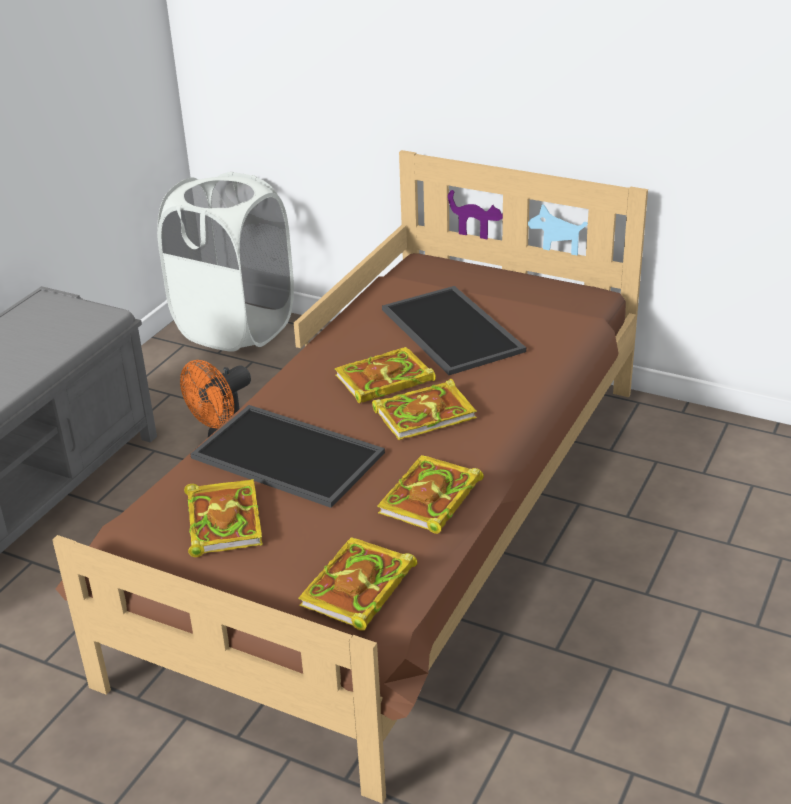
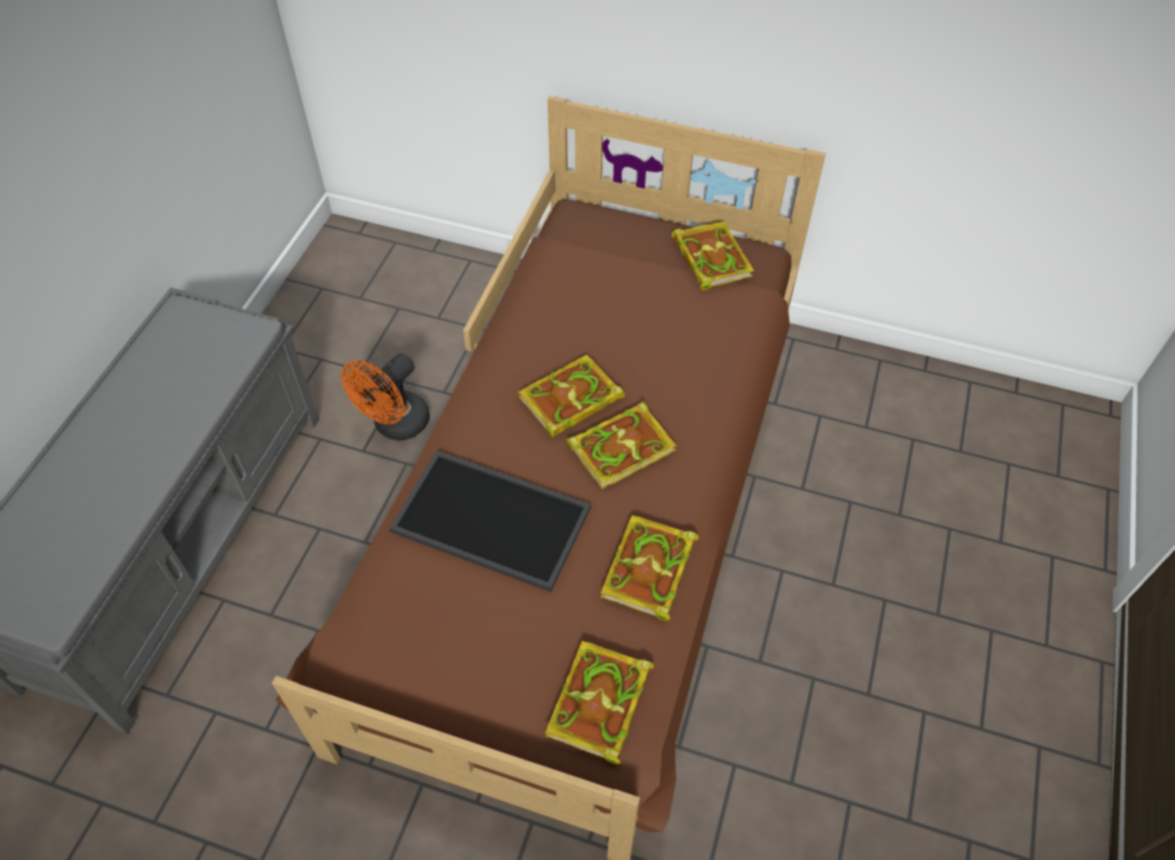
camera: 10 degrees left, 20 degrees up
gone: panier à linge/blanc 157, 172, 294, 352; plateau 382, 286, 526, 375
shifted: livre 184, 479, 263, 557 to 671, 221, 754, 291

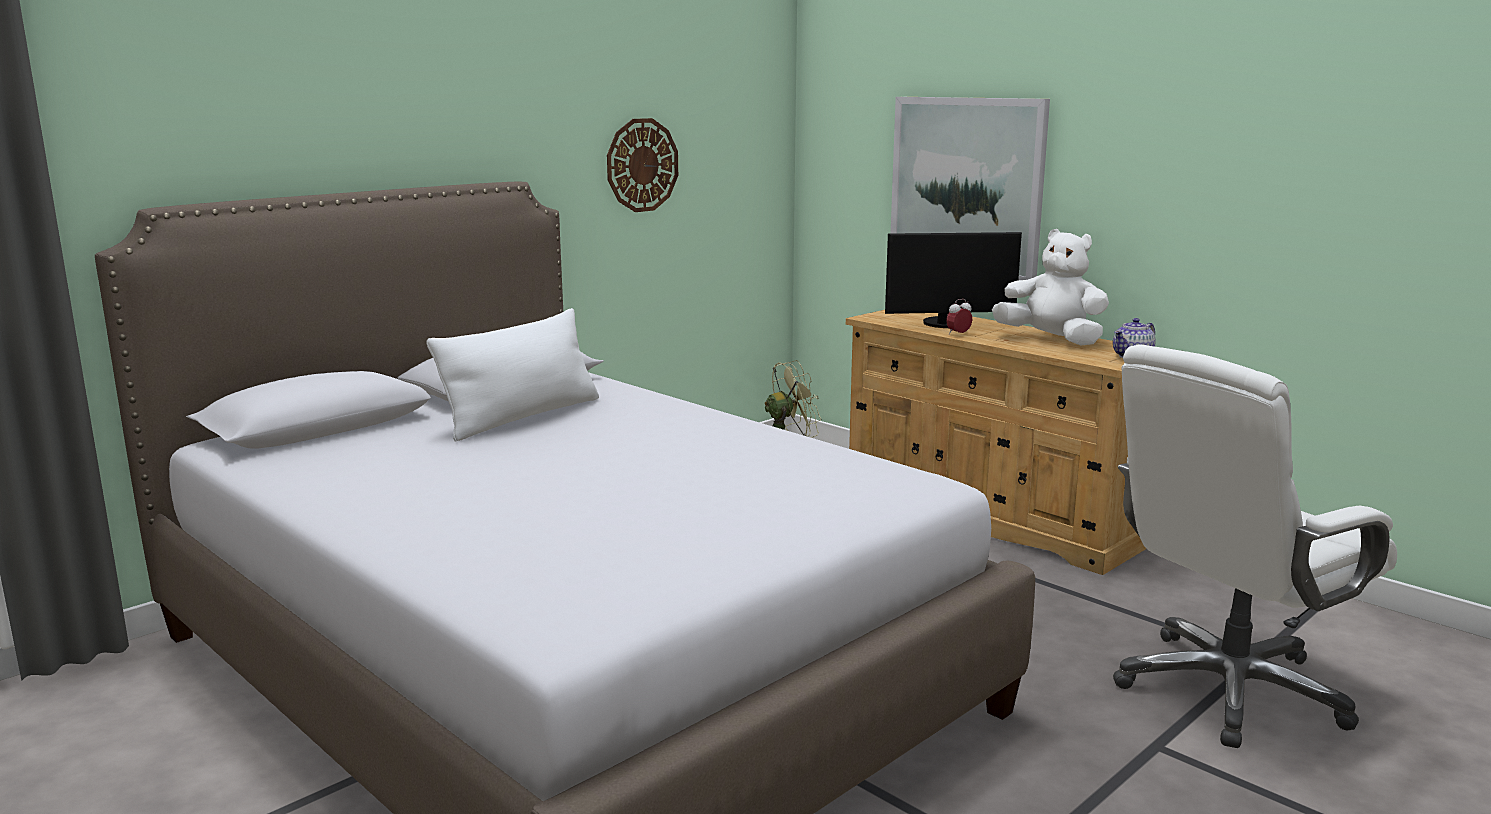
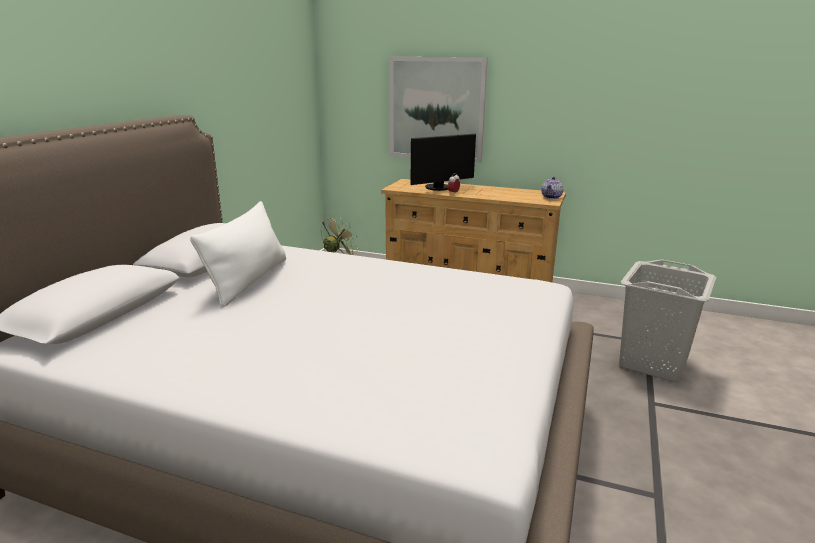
camera: 25 degrees left, 5 degrees up
gone: horloge murale 607, 118, 678, 212; peluche/blanc 992, 229, 1109, 345
swapped: chaise de bureau/blanc 1113, 344, 1397, 748 to panier à linge/gris 619, 259, 717, 382

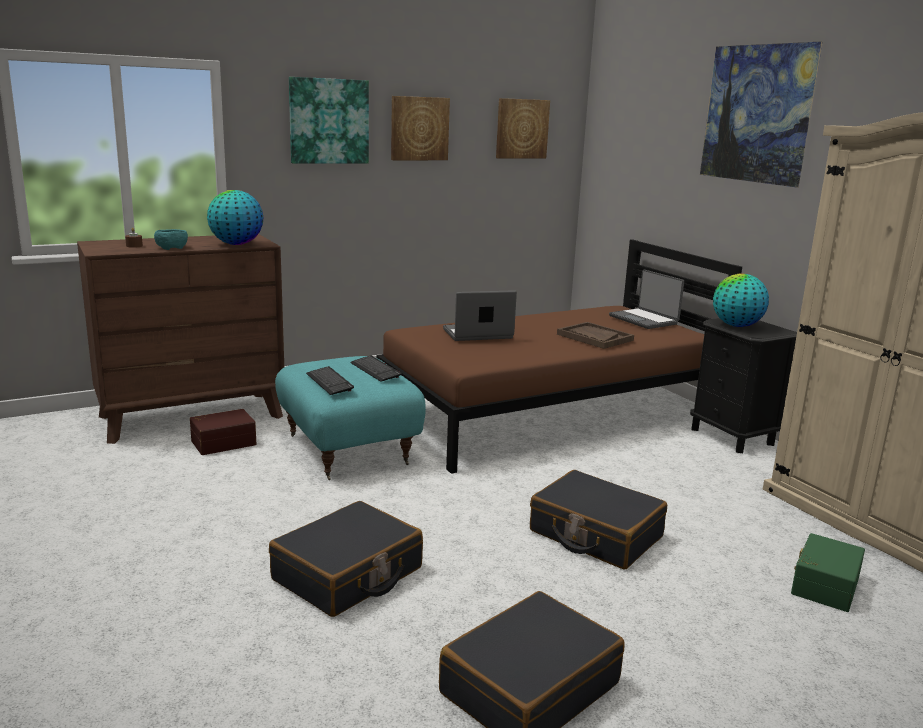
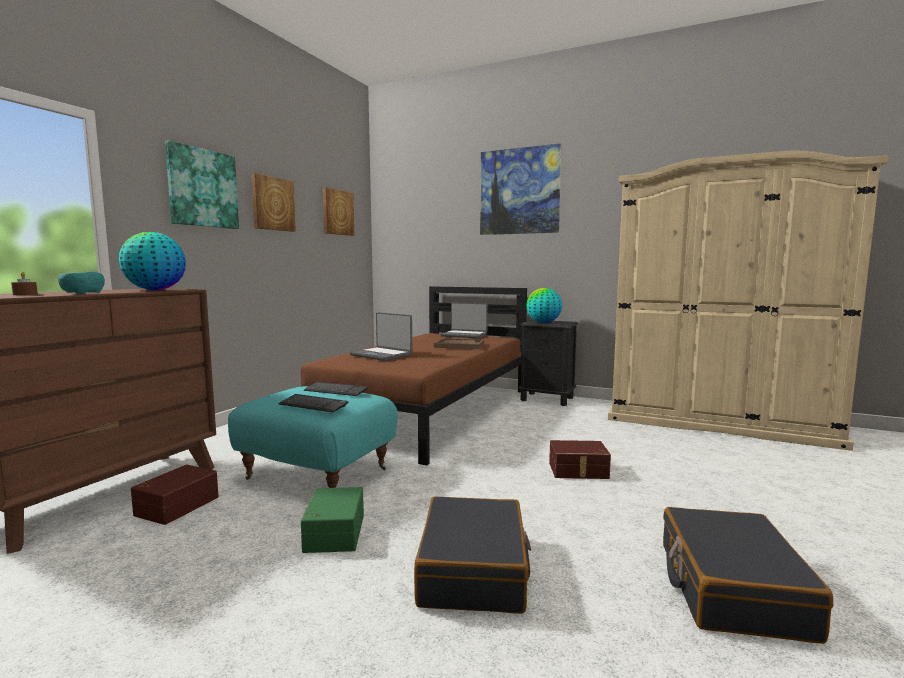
camera: 35 degrees left, 10 degrees down
shifted: boîte de rangement/vert 791, 533, 865, 612 to 301, 487, 364, 553
swapped: valise/noir 530, 470, 667, 569 to boîte de rangement/marron 549, 440, 611, 479
rotated: ordinateur portable 443, 290, 517, 341 = 350, 312, 412, 361 90 degrees counterclockwise

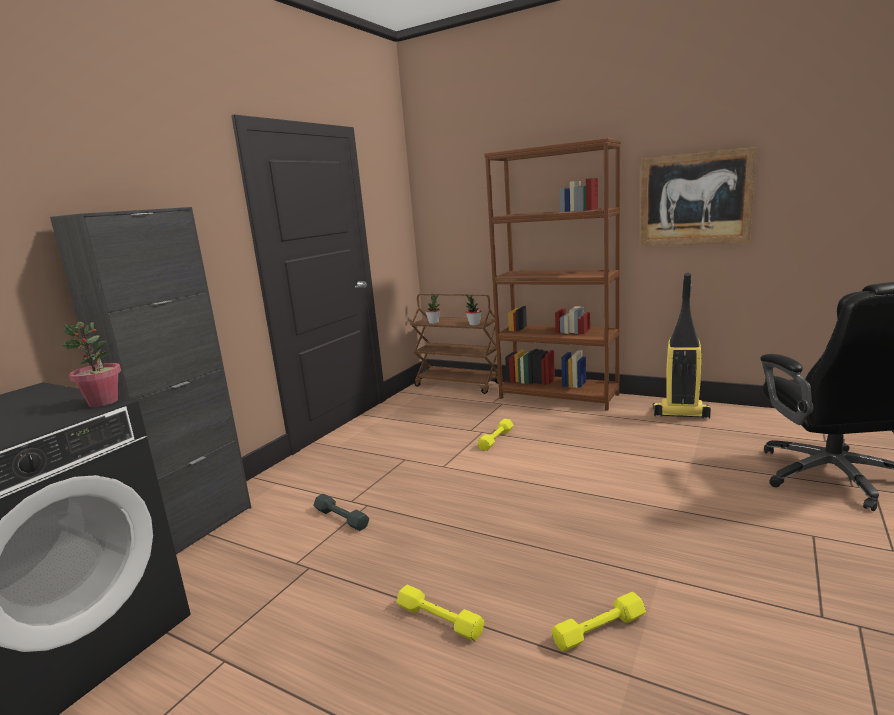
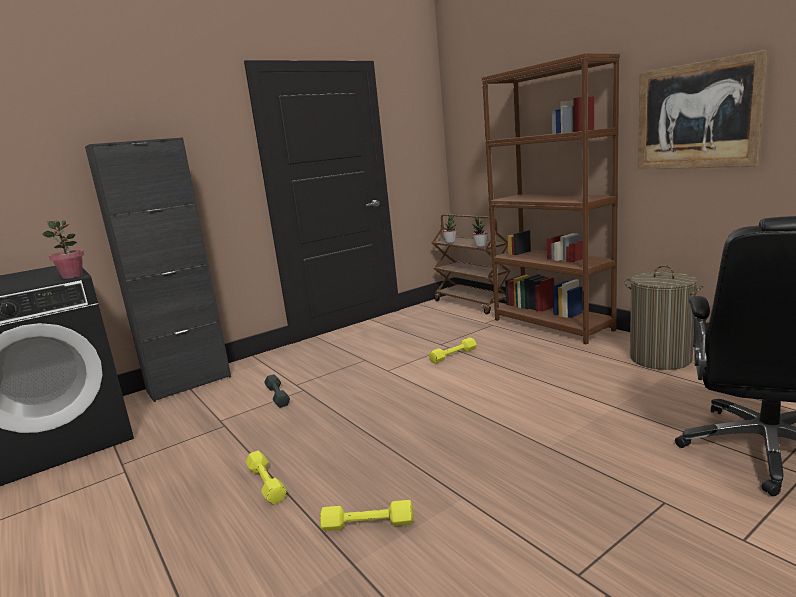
camera: 25 degrees right, 0 degrees up
swapped: aspirateur 653, 273, 711, 419 to panier à linge 624, 265, 704, 370

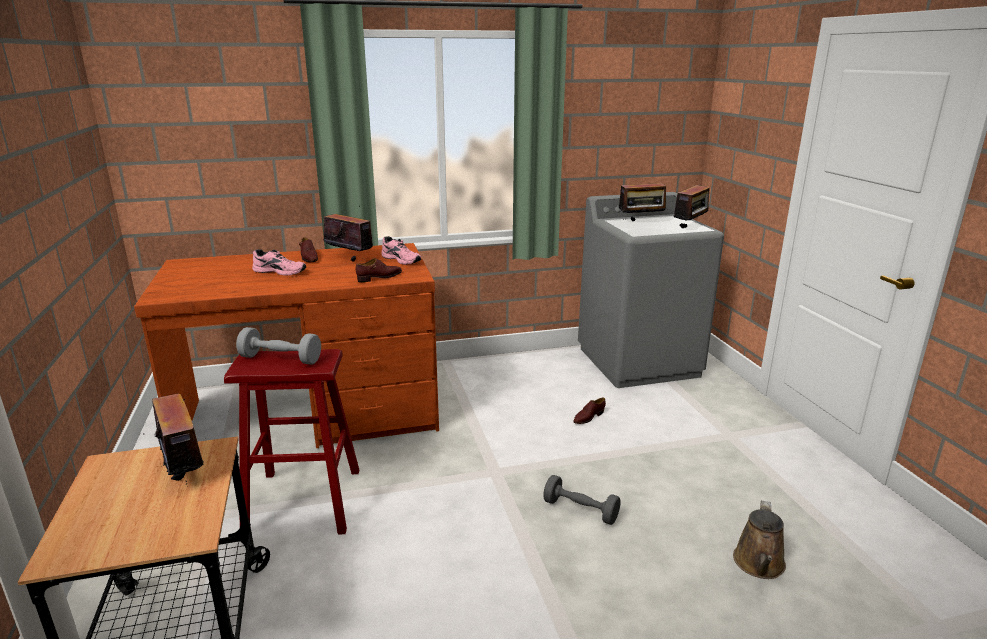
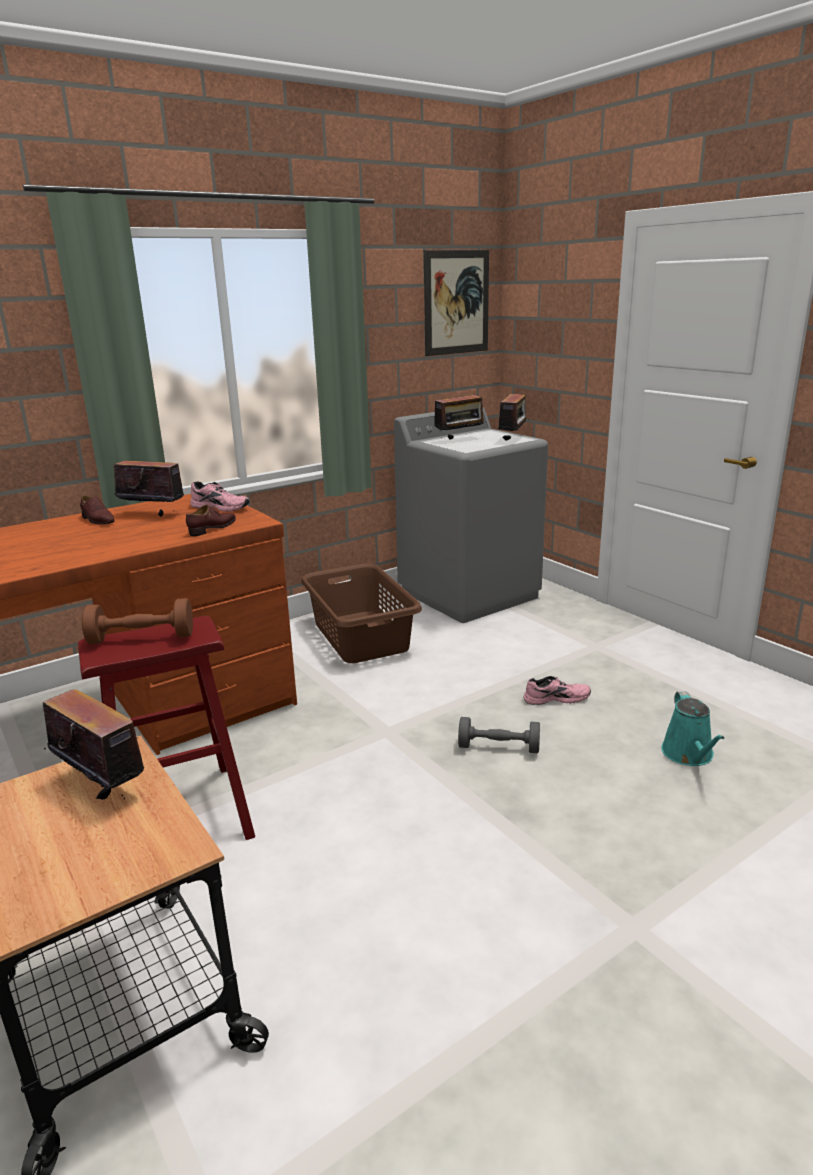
camera: 20 degrees left, 0 degrees up
gone: chaussure/marron 573, 397, 606, 424
new: panier à linge/marron 301, 563, 422, 663; tableau 424, 250, 489, 356
shifted: chaussure/rose 252, 249, 306, 276 to 523, 676, 591, 705
repainted: haltère/gris 236, 327, 321, 365 to haltère/marron 82, 598, 193, 644; arrosoir/marron 733, 500, 786, 579 to arrosoir/turquoise 661, 691, 725, 766

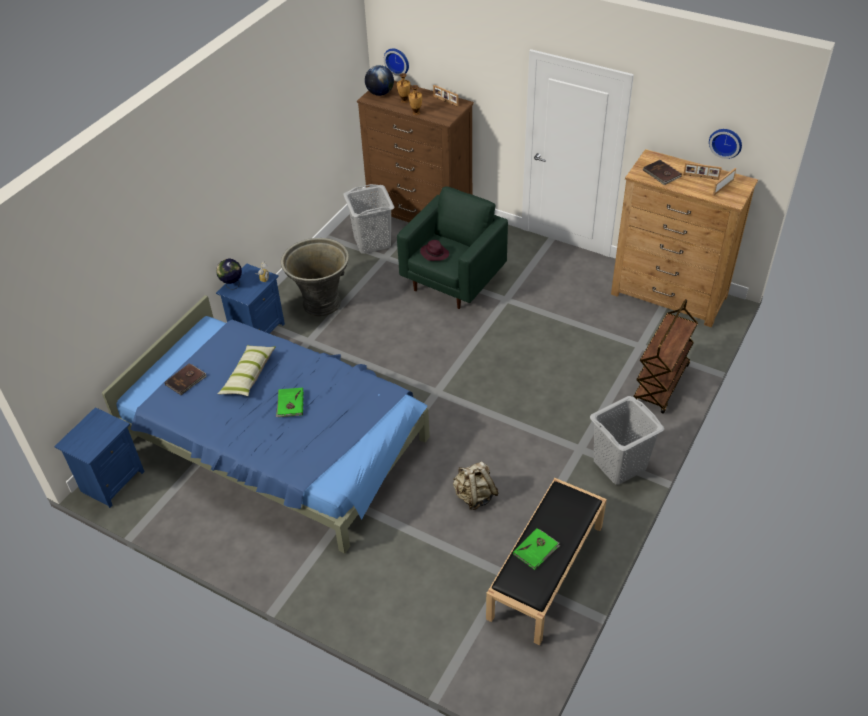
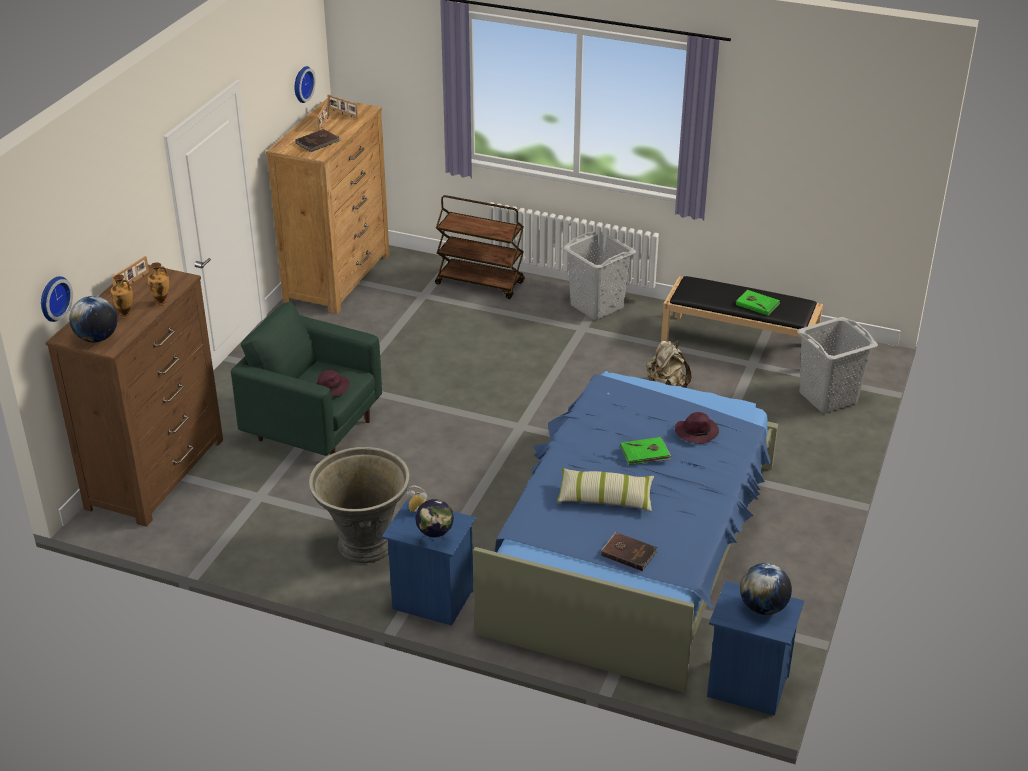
camera: 100 degrees left, 10 degrees down
new: chapeau/violet 675, 412, 719, 444; globe 740, 563, 792, 615
shifted: panier à linge/gris 343, 184, 394, 254 to 797, 317, 878, 413

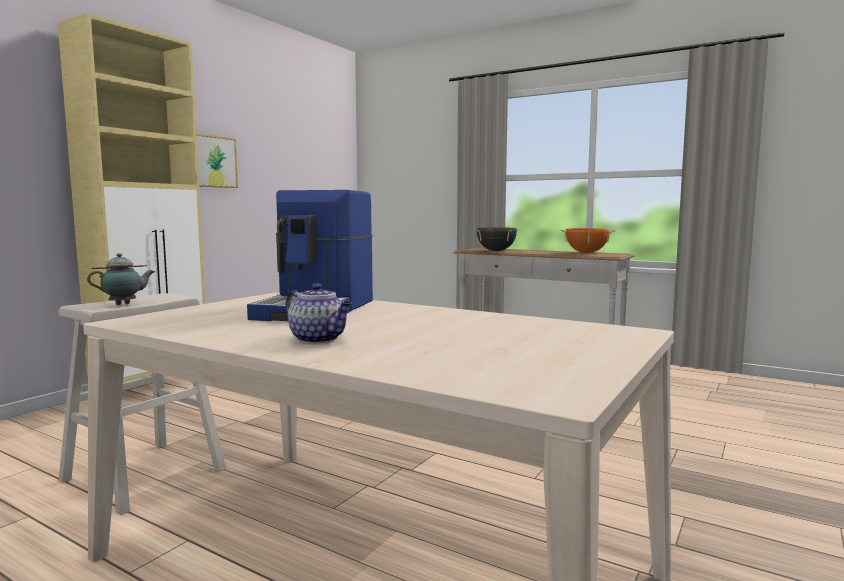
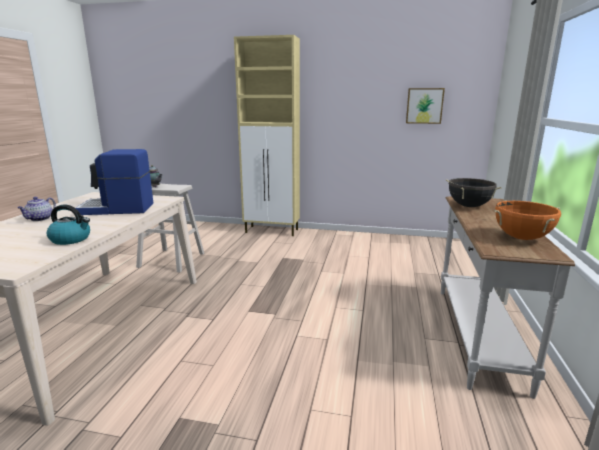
camera: 70 degrees right, 10 degrees up
new: bouilloire 47, 204, 90, 245
shifted: tableau 196, 134, 238, 188 to 406, 88, 445, 124

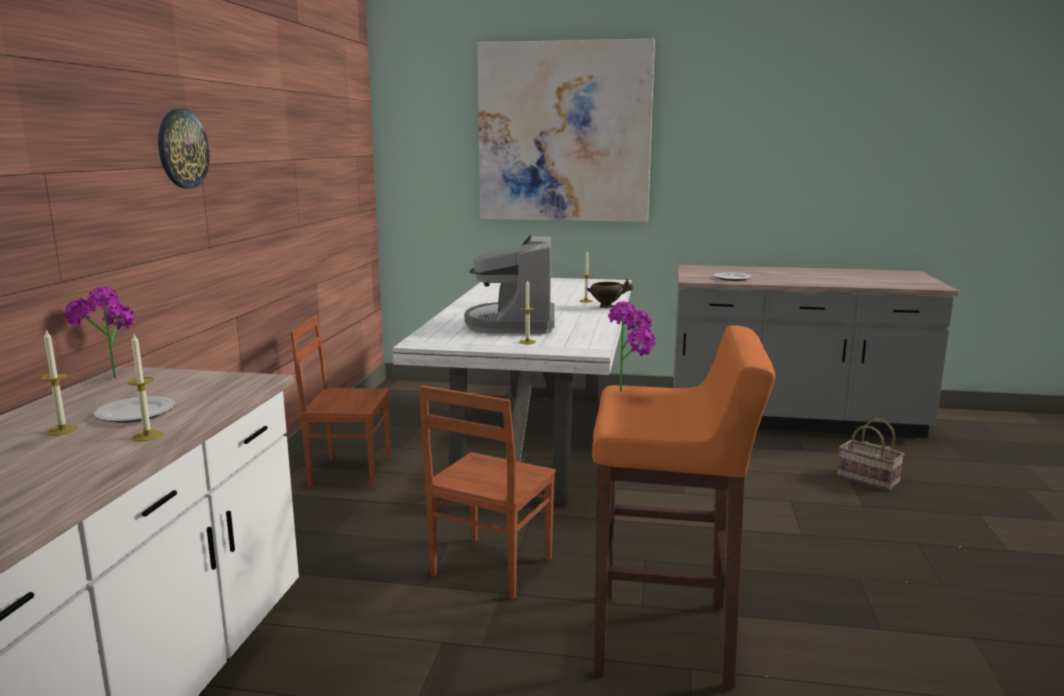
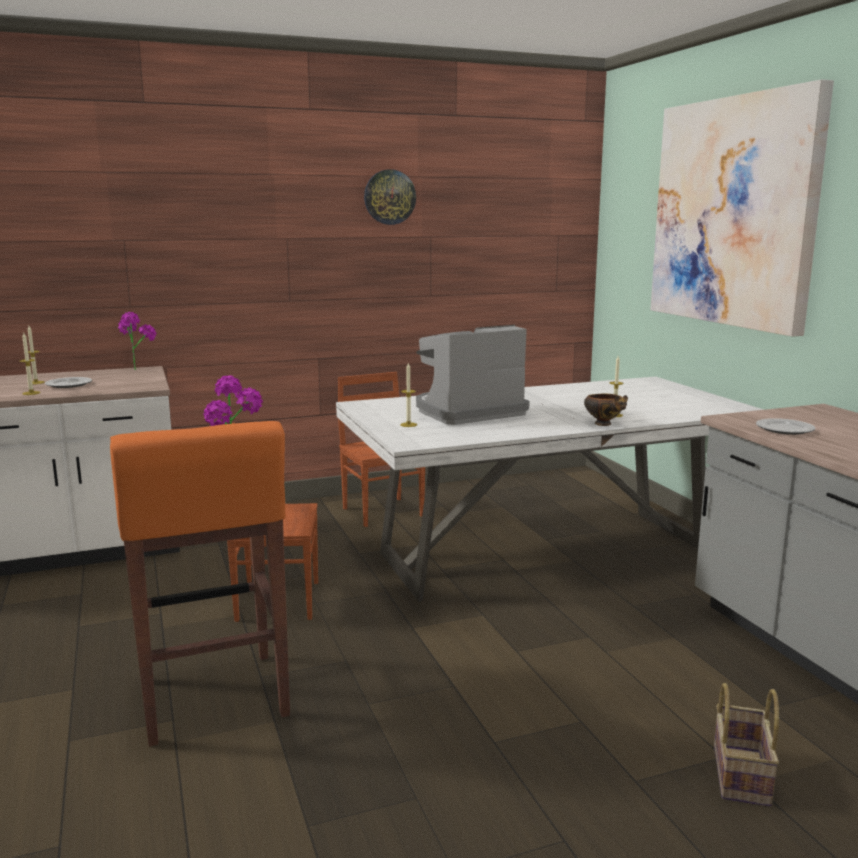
camera: 60 degrees right, 0 degrees up
shifted: horloge murale 158, 109, 210, 189 to 364, 169, 416, 225

